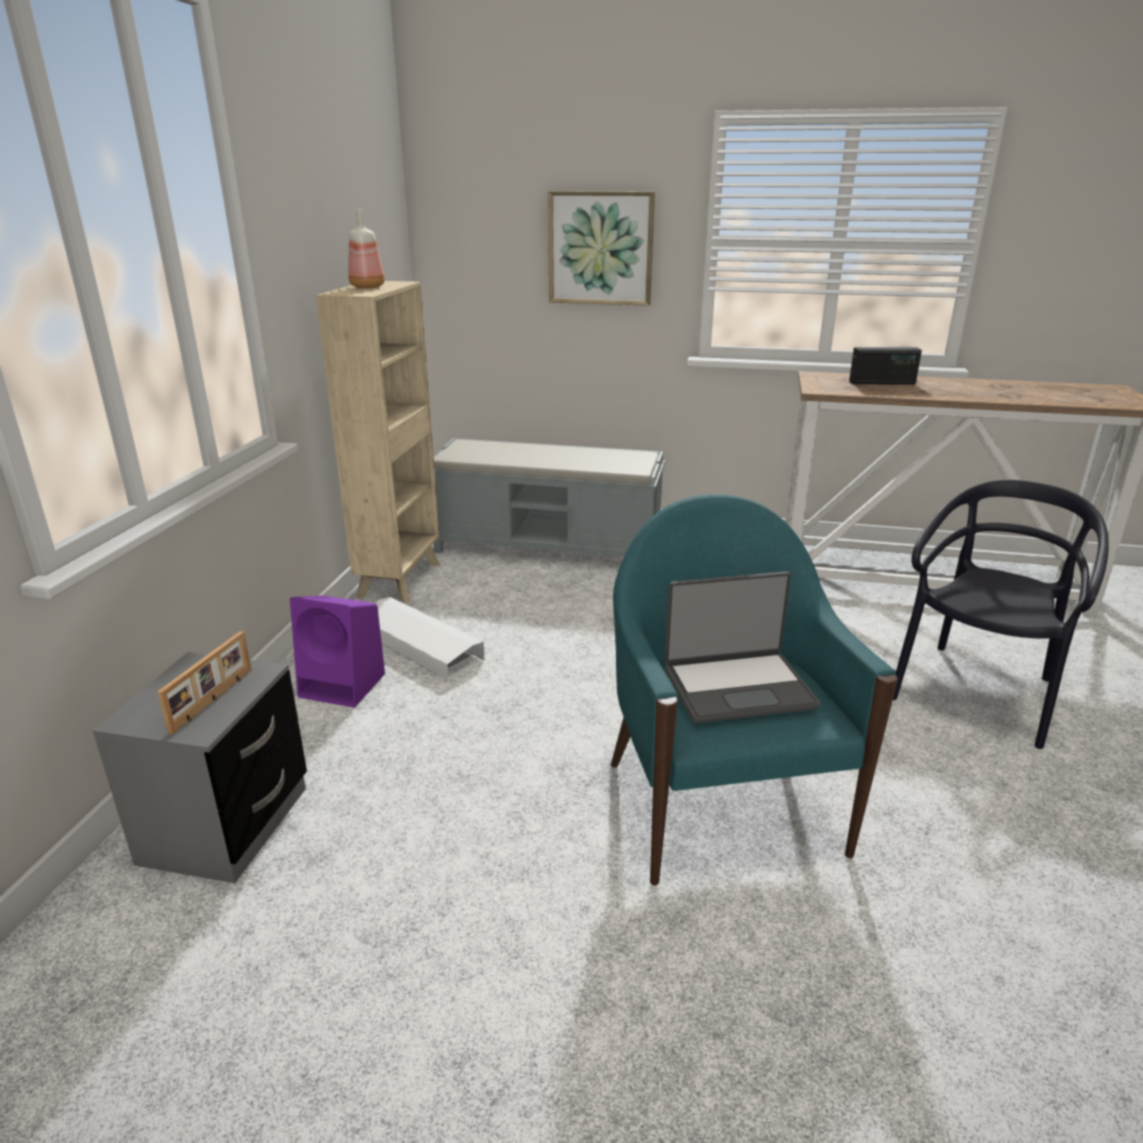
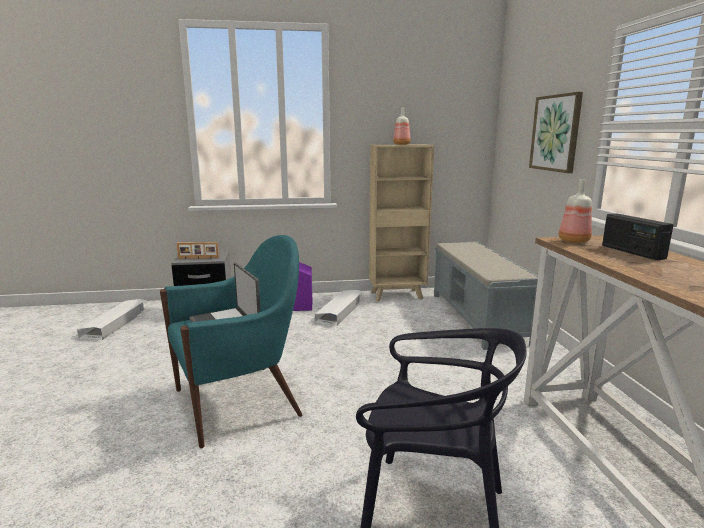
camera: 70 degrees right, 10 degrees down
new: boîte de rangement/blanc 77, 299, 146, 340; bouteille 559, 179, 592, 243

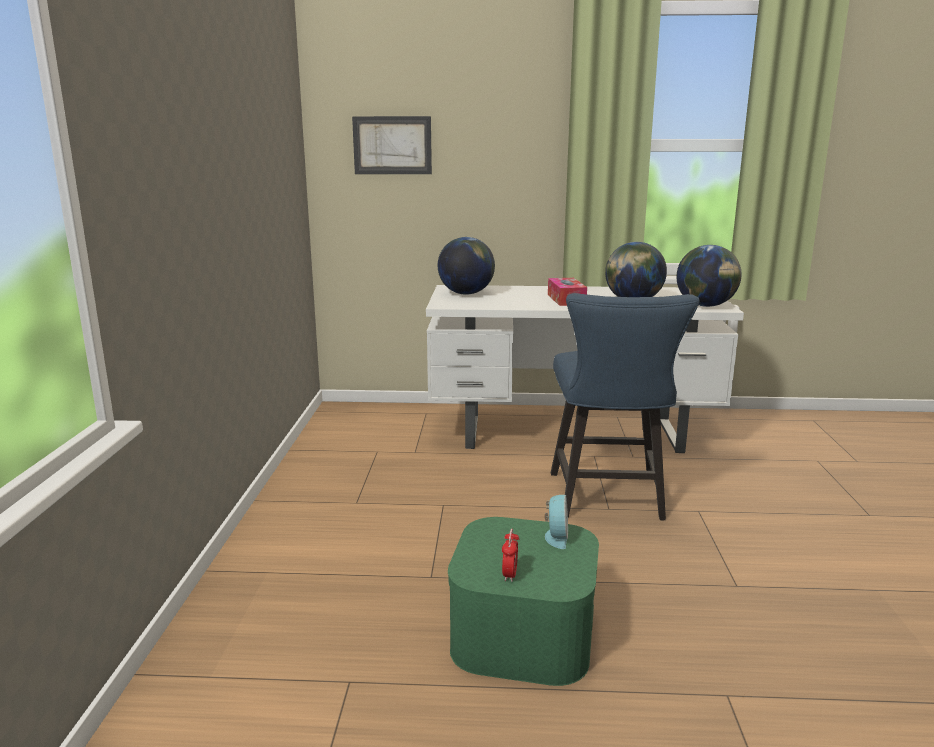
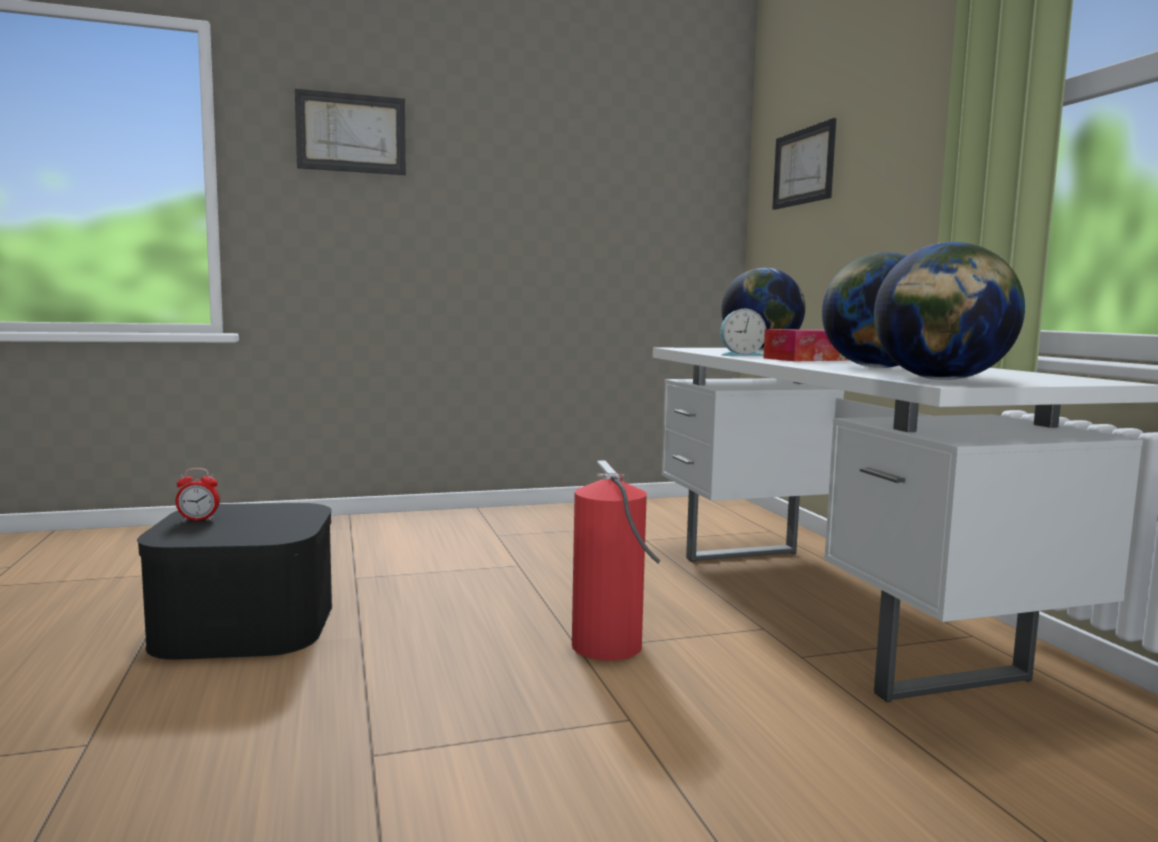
camera: 70 degrees right, 10 degrees down
new: tableau 295, 89, 406, 175
shifted: réveil 545, 495, 568, 549 to 720, 309, 766, 356
swapped: chaise/bleu 551, 293, 700, 520 to extincteur 572, 460, 661, 661
repainted: boîte de rangement/vert 448, 517, 599, 686 to boîte de rangement/noir 137, 503, 332, 660

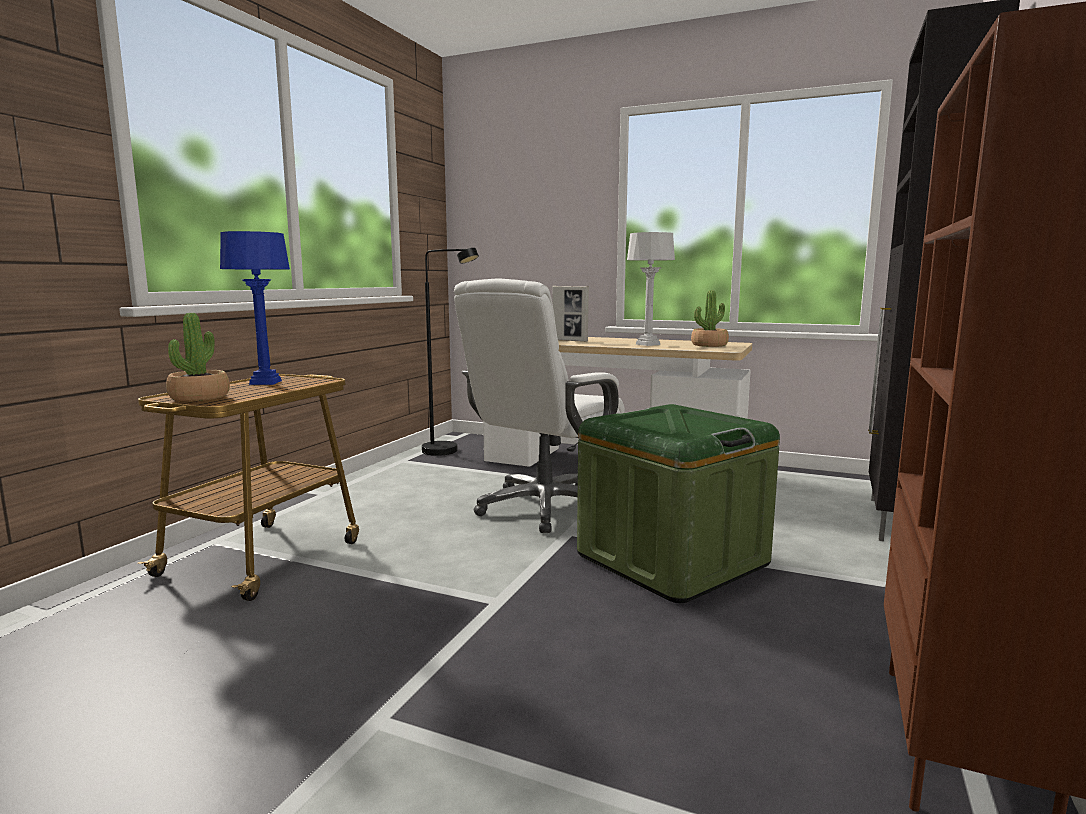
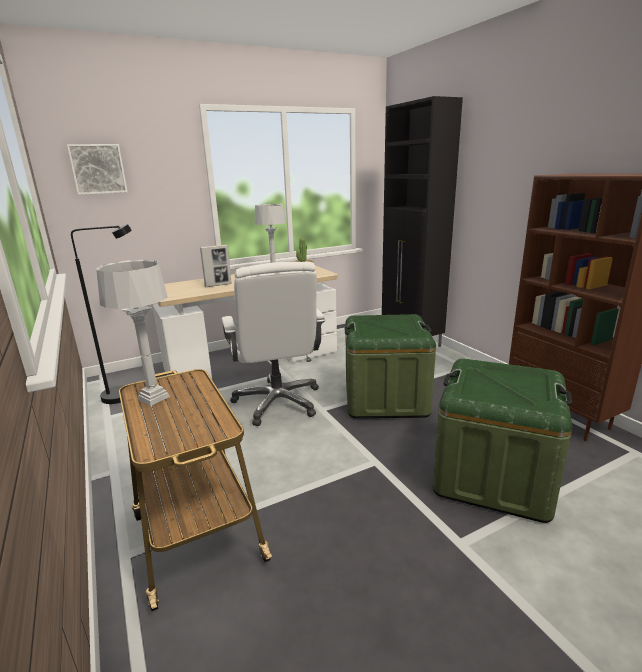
camera: 50 degrees left, 10 degrees up
gone: plante en pot 166, 313, 230, 401
new: tableau 67, 144, 128, 195; boîte de rangement/vert 433, 358, 572, 523
repainted: lampe de table/bleu 220, 231, 290, 385 to lampe de table/gris 96, 259, 170, 406

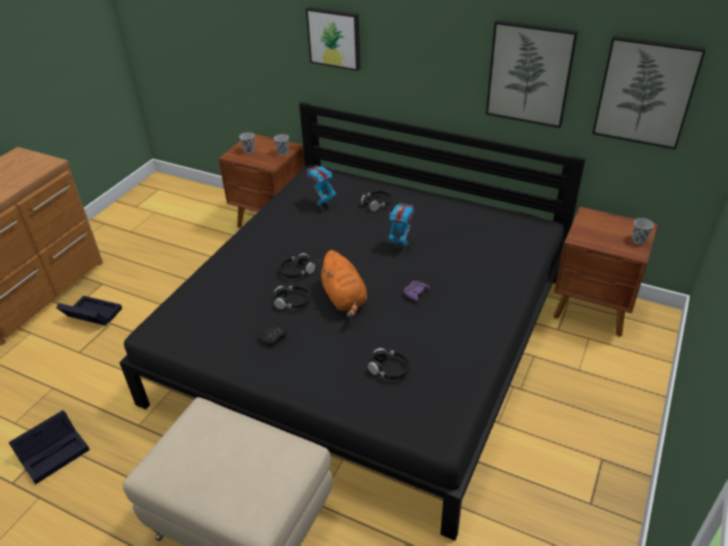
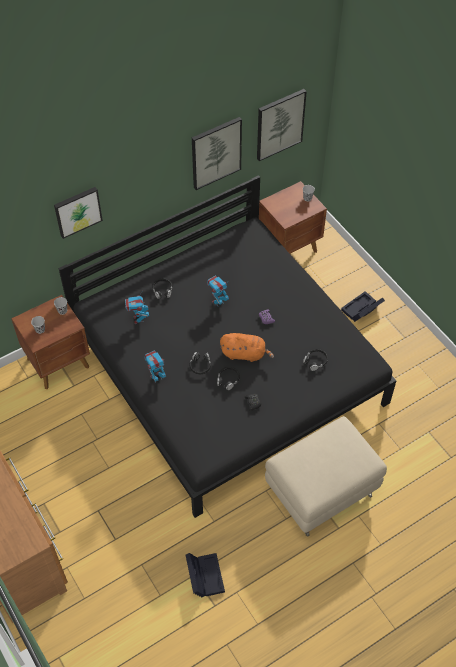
camera: 60 degrees left, 15 degrees up
new: robot jouet 144, 350, 166, 383
shifted: boîte de rangement/noir 56, 296, 122, 326 to 341, 291, 385, 322

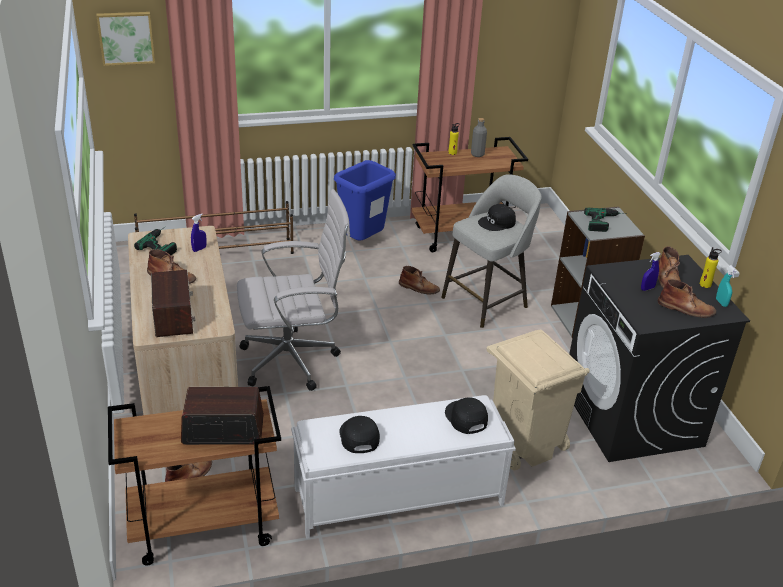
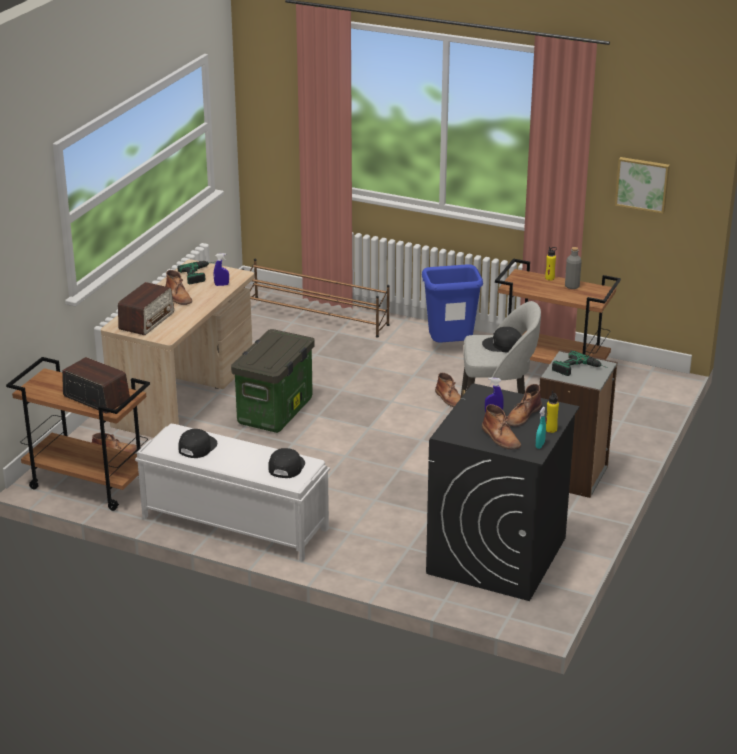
camera: 40 degrees right, 5 degrees down
gone: poubelle/beige 487, 330, 590, 471
shifted: tableau 96, 12, 155, 66 to 615, 157, 670, 214
swapped: chaise de bureau/blanc 237, 189, 350, 391 to boîte de rangement 231, 329, 315, 433

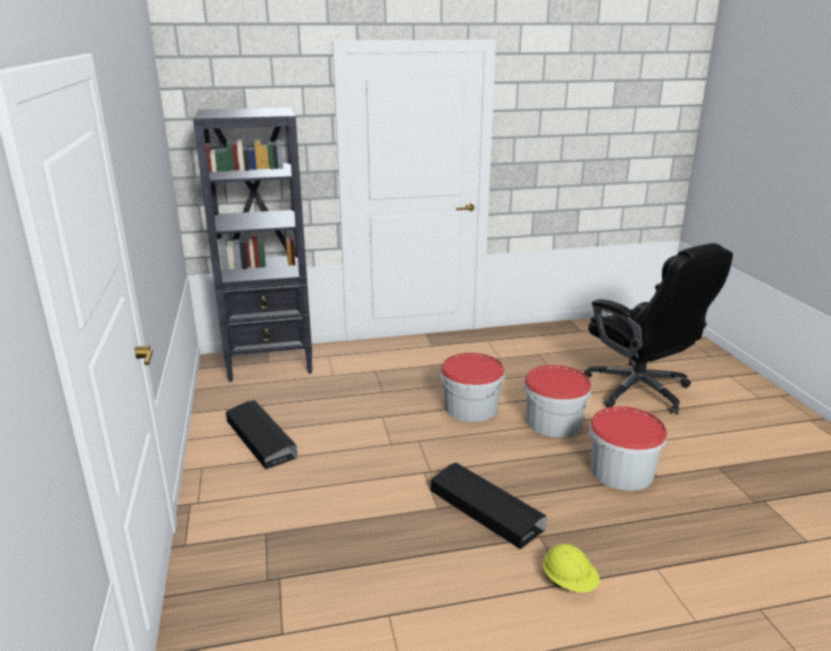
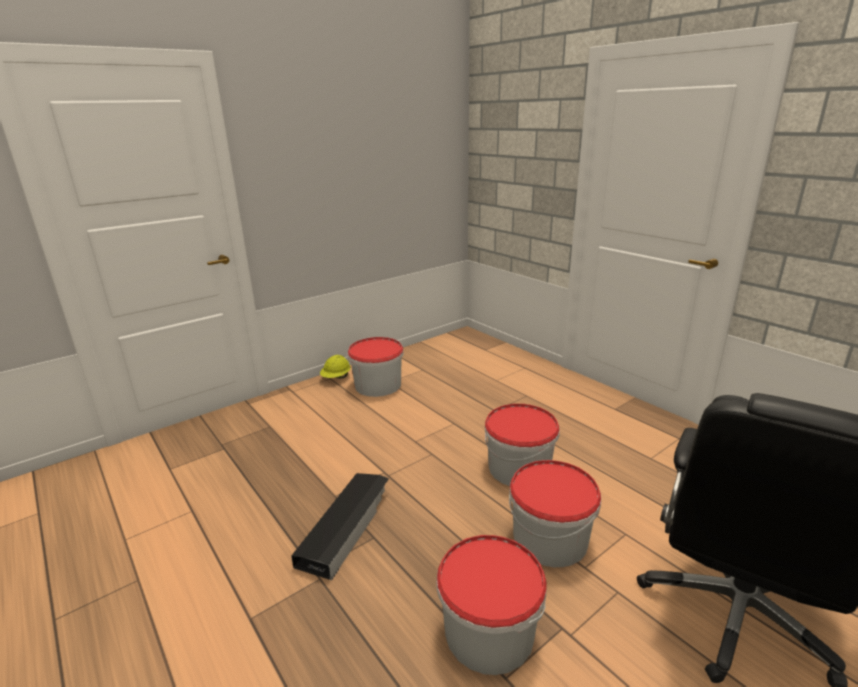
camera: 65 degrees right, 0 degrees up
gone: bibliothèque/noir 193, 107, 313, 382
shifted: casque de chantier/jaune 543, 544, 600, 592 to 320, 355, 351, 378
swapped: boîte de rangement/noir 226, 400, 298, 469 to seau 348, 337, 404, 397

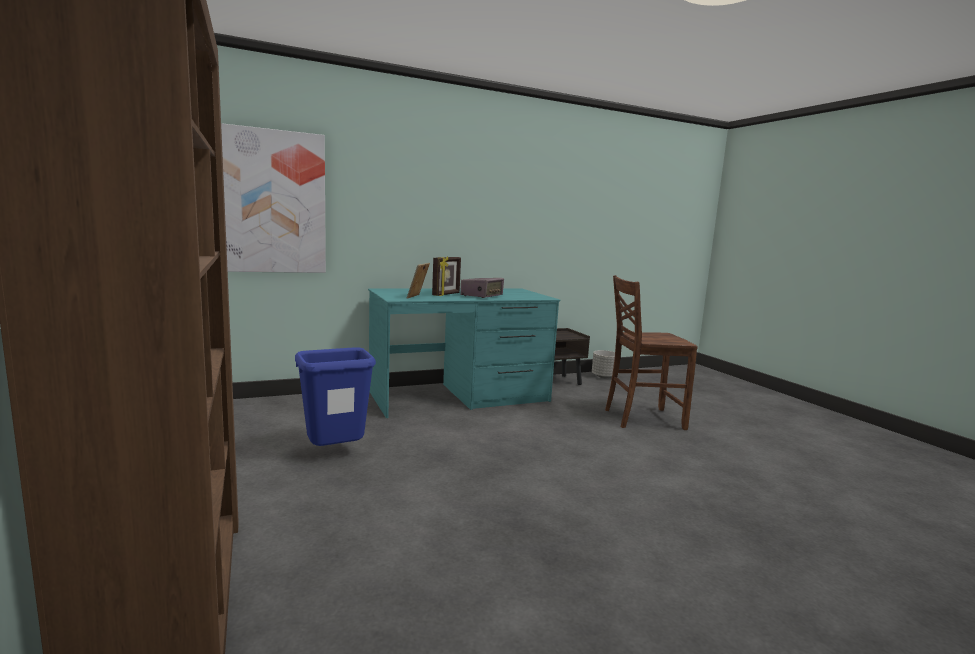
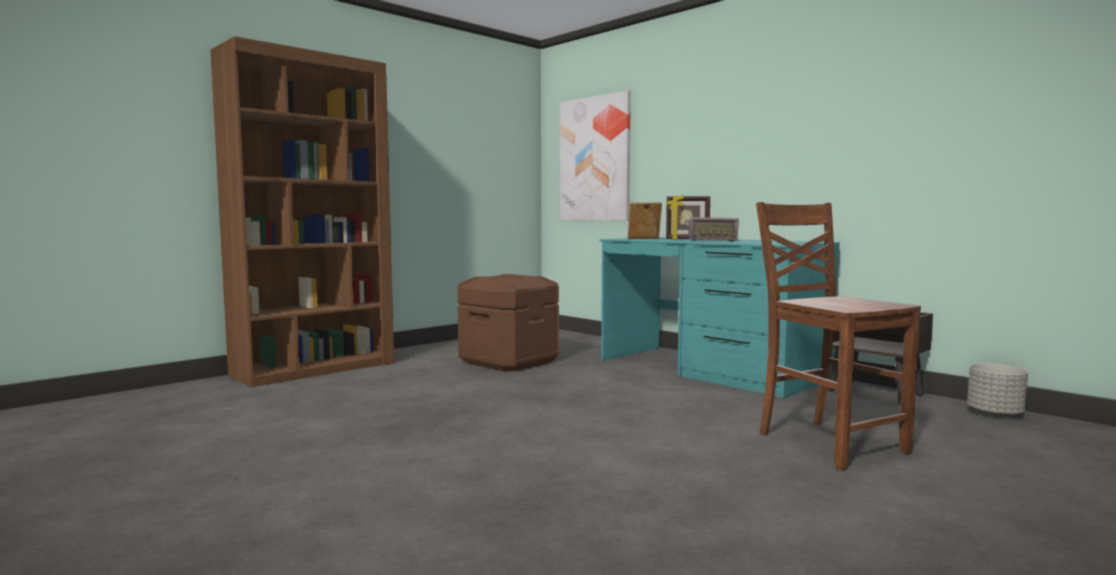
camera: 70 degrees right, 5 degrees down
swapped: poubelle/bleu 295, 347, 376, 446 to boîte de rangement/marron 457, 274, 559, 371

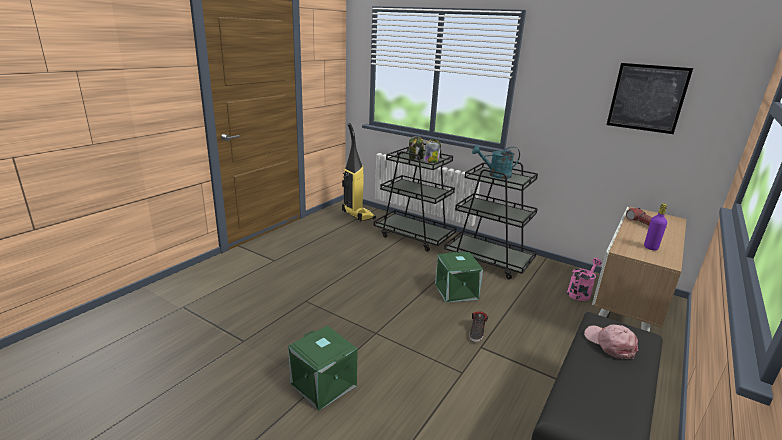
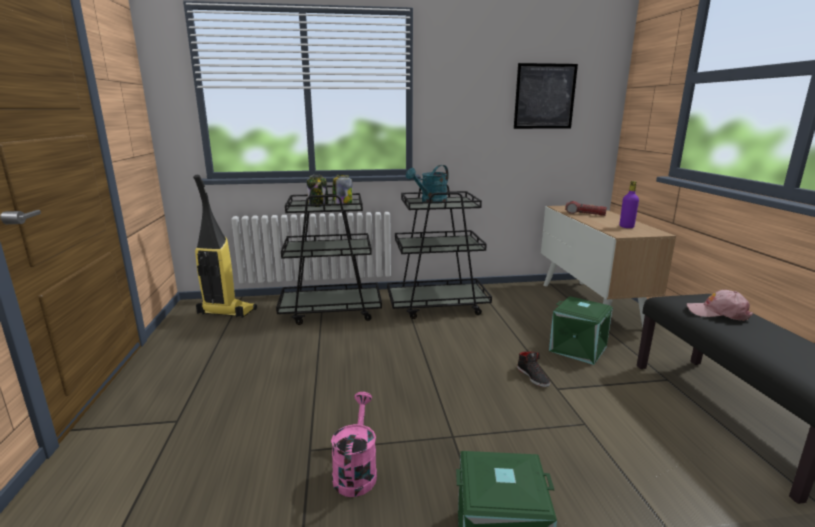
camera: 40 degrees left, 5 degrees down
shifted: arrosoir/rose 567, 258, 602, 301 to 331, 392, 377, 497; boîte de rangement/vert 435, 252, 483, 302 to 549, 296, 613, 365

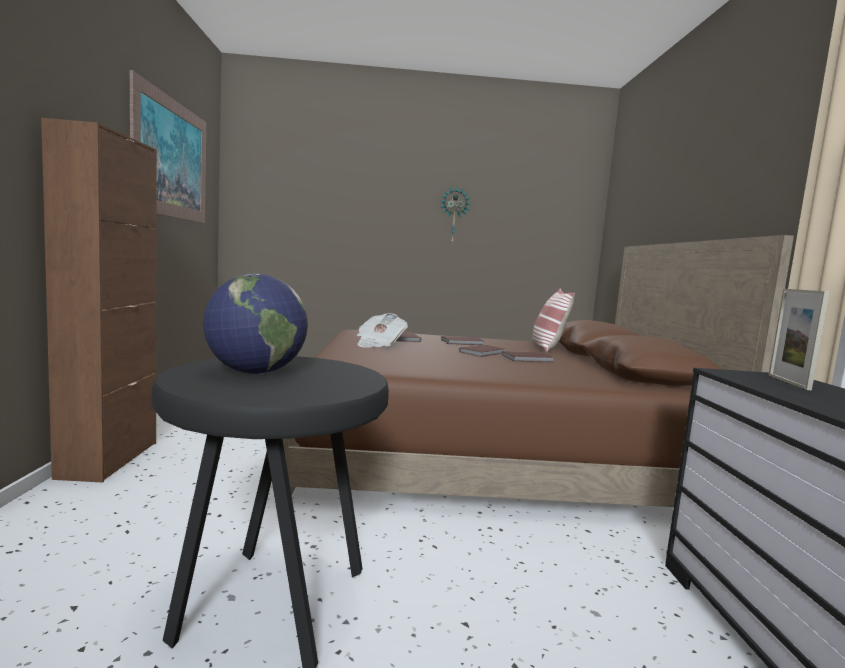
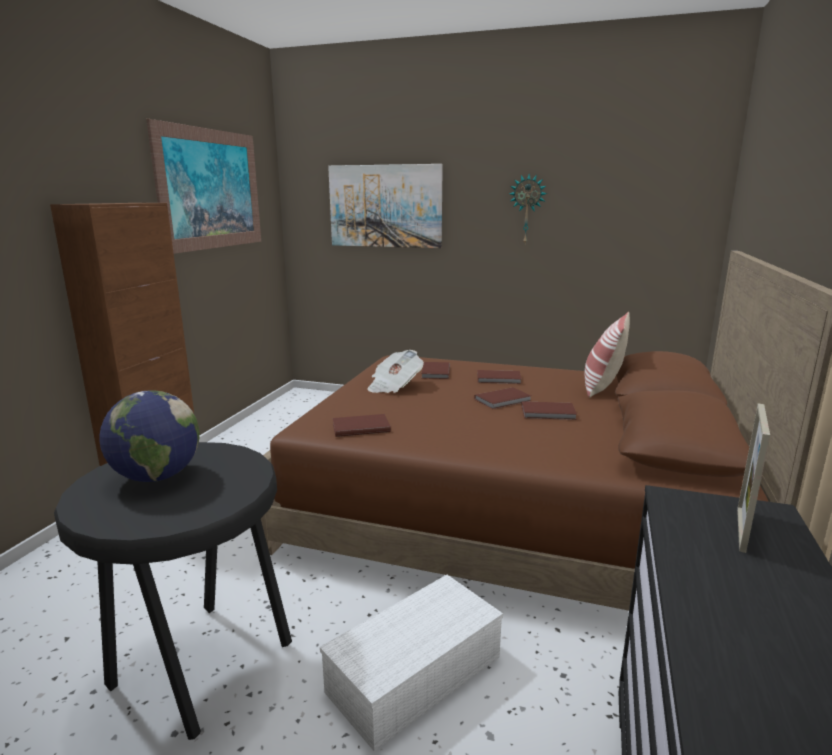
camera: 20 degrees right, 10 degrees up
new: boîte de rangement/blanc 320, 575, 503, 751; tableau 328, 164, 443, 248; livre/marron 332, 414, 391, 437

